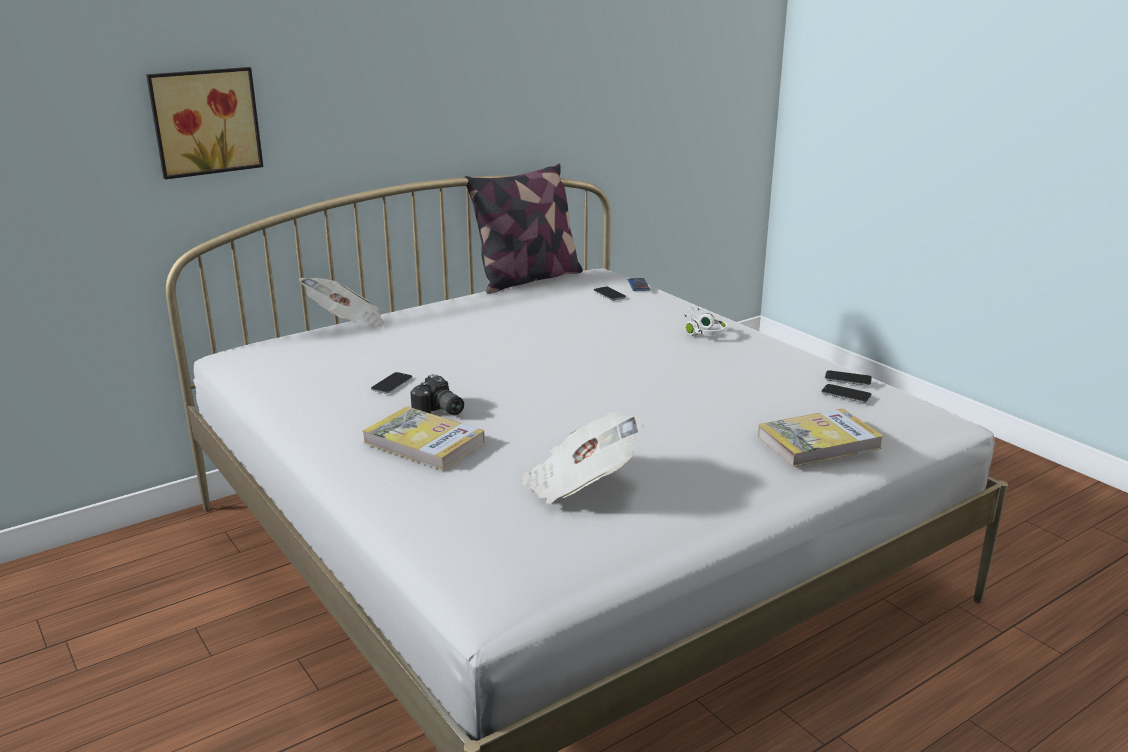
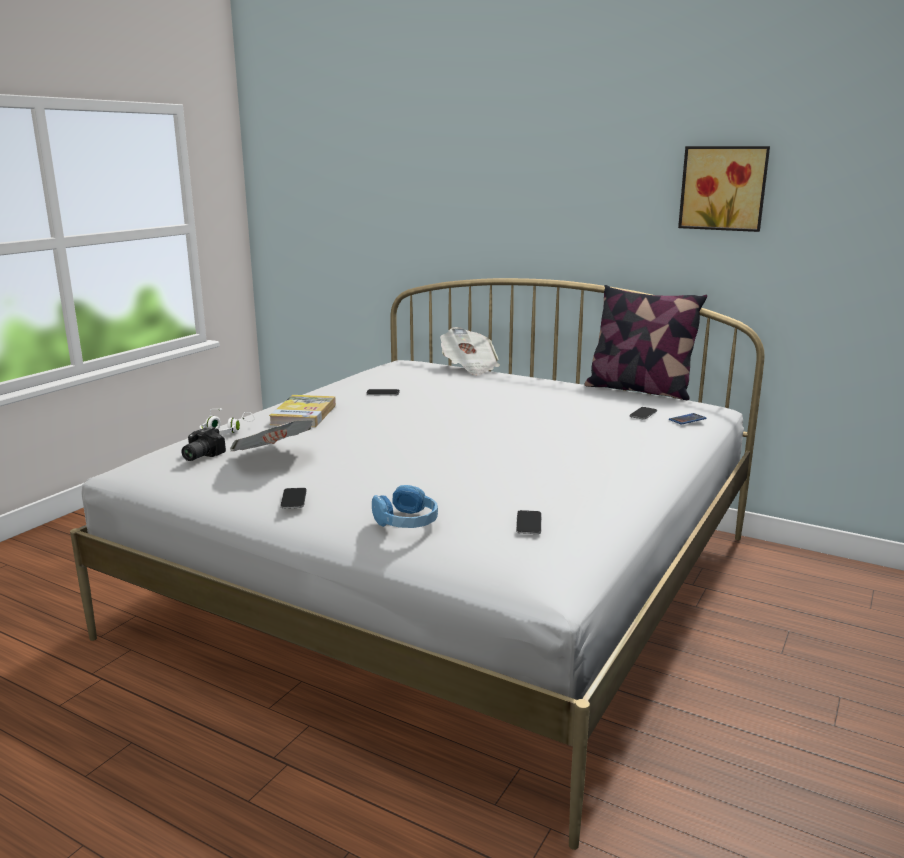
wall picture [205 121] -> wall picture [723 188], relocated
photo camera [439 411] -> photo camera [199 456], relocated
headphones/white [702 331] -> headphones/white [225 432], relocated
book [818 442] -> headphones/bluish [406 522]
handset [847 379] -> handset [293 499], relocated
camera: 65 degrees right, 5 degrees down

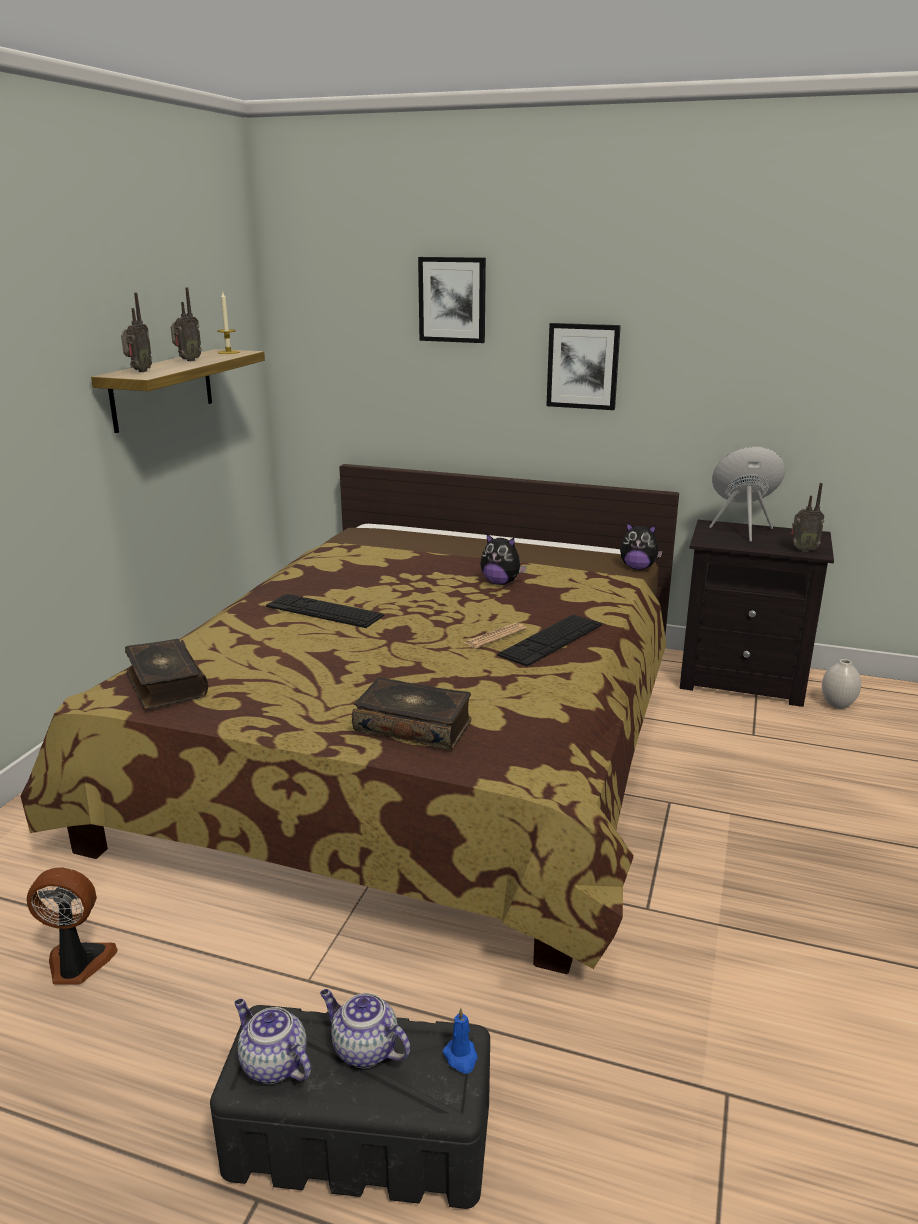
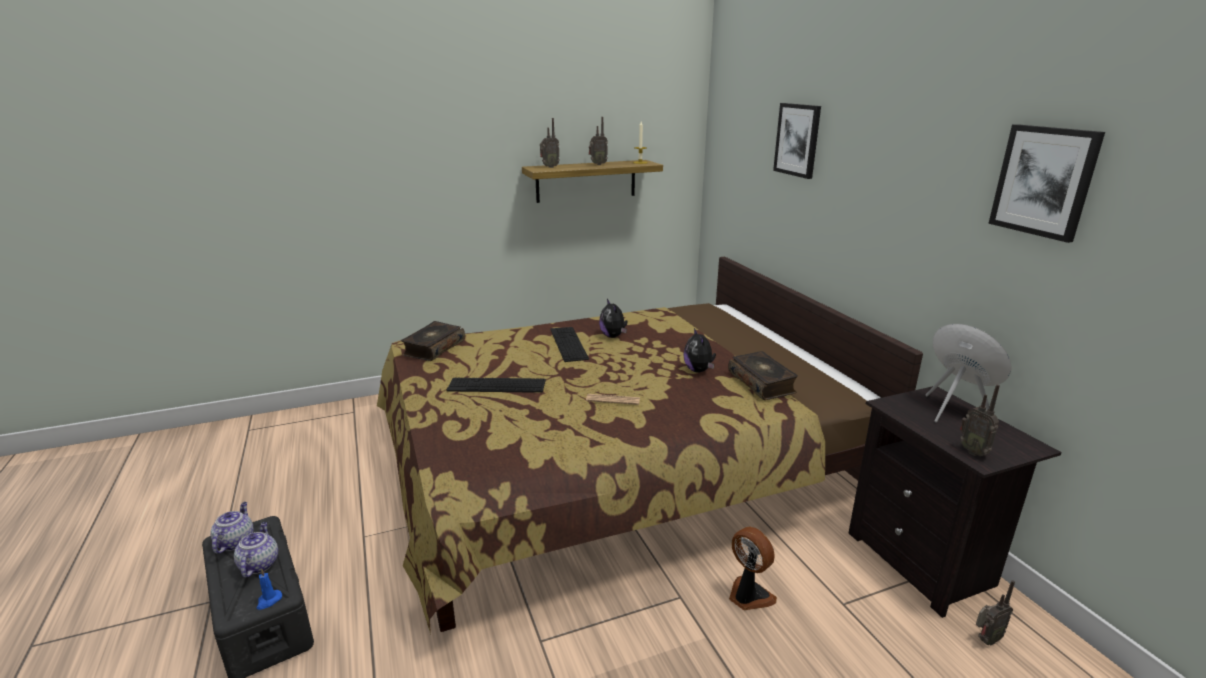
cooling fan [77 964] -> cooling fan [748 596], relocated
book [414 726] -> book [762 383], relocated
keyboard [551 639] -> keyboard [496 385], relocated
wall picture [583 366] -> wall picture [1044 181], relocated
soft toy [638 568] -> soft toy [613 336], relocated
decorative vase/white [837 705] -> radio set [985 640]
camera: 50 degrees right, 0 degrees up

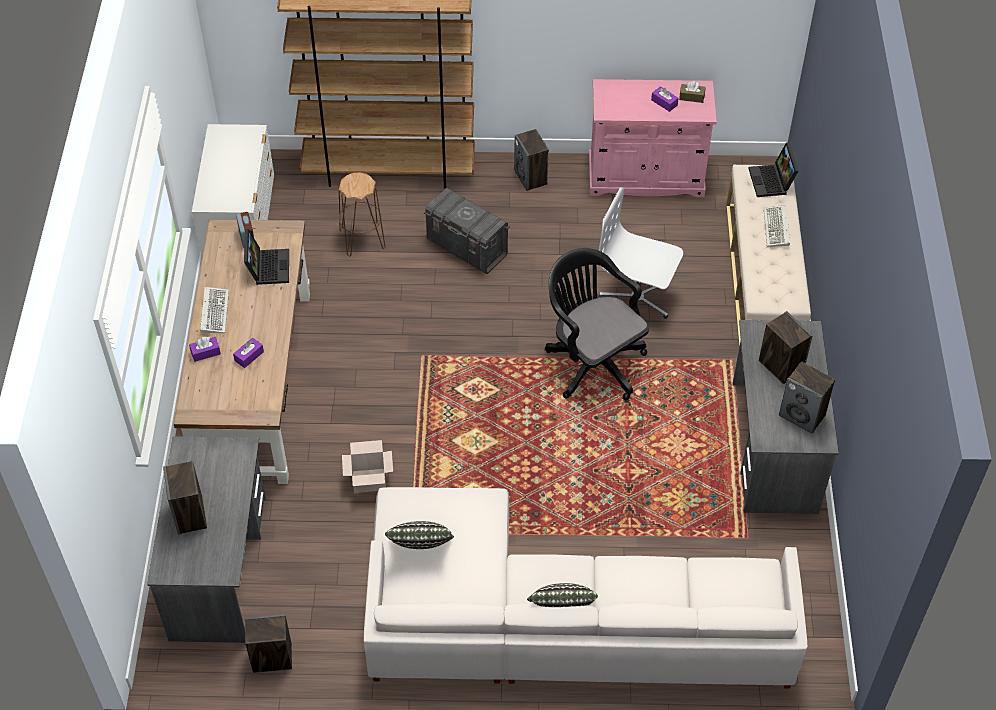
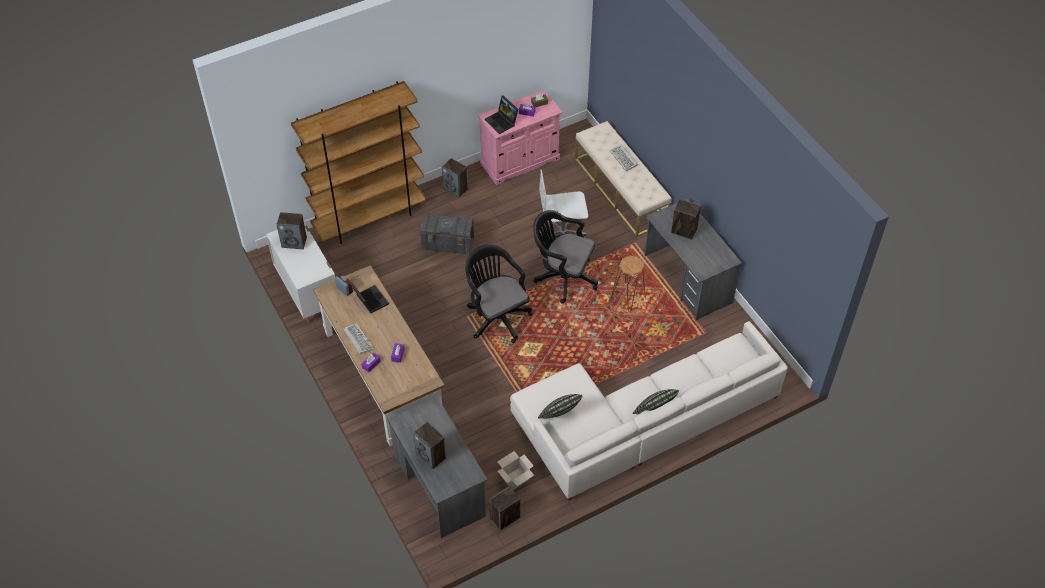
stool/brown-coloured [362 239] -> stool/brown-coloured [628 297], relocated
cardboard box [368 481] -> cardboard box [515 479], relocated
notebook computer [772 182] -> notebook computer [502 122], relocated
loudspeaker [802 415] -> loudspeaker [294 242], relocated
none -> computer chair/black-coloured [496 316]
camera: 30 degrees left, 0 degrees up

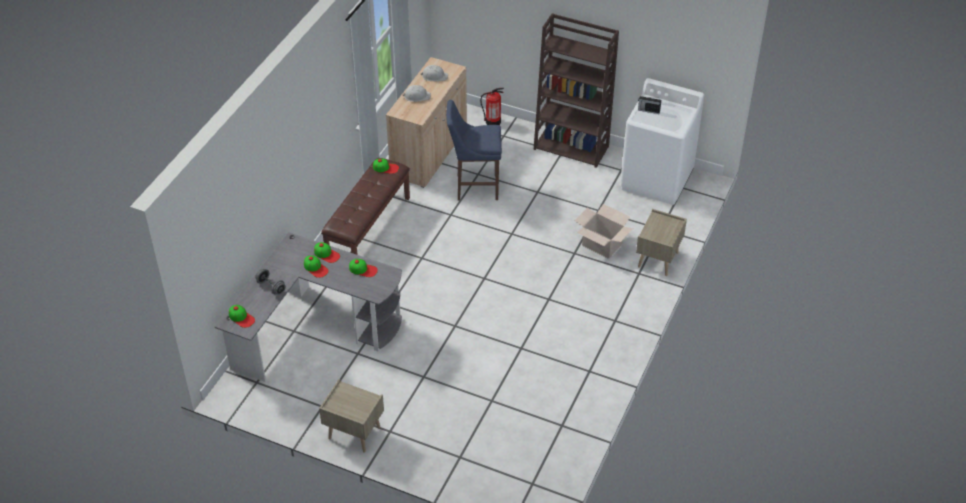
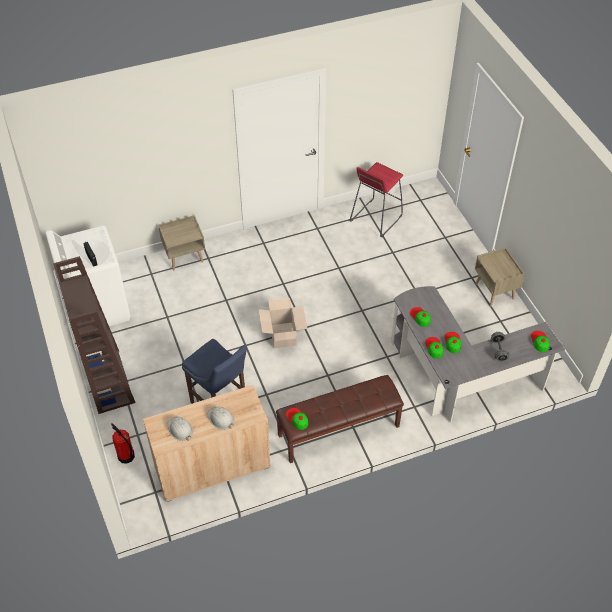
cardboard box [602 245] -> cardboard box [282 335], relocated
none -> stool/reddish [375 218]
camera: 135 degrees left, 5 degrees up

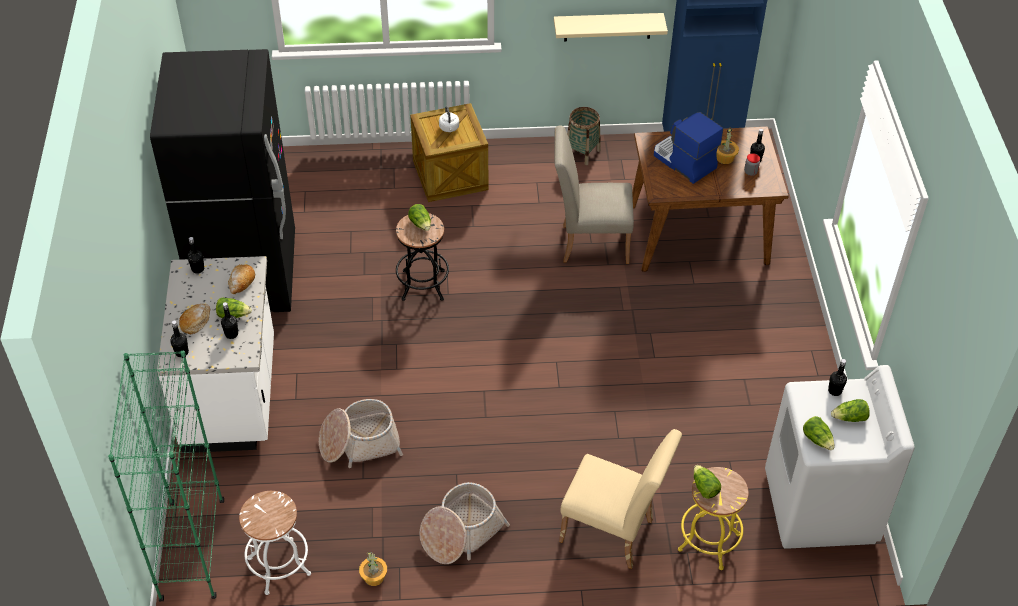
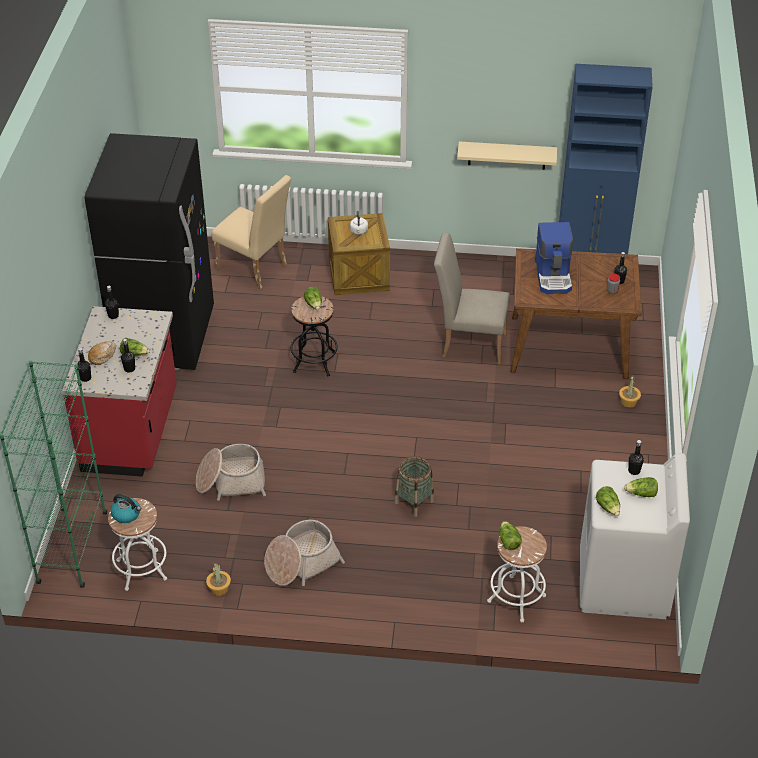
kitchen base unit/white [232 395] -> kitchen base unit/reddish [132 431]
bakery bread [241 282] -> none
chair/beige [613 534] -> chair/beige [255 269], relocated
household basket [582 153] -> household basket [414 502], relocated
coffee brewer [683 161] -> coffee brewer [554 276], 150 degrees counterclockwise
stool/yellow-coloured [709 542] -> stool/white [516 598]
houseplant [725 158] -> houseplant [628 402], relocated
none -> kettle [127 514]
camera: 10 degrees right, 5 degrees down

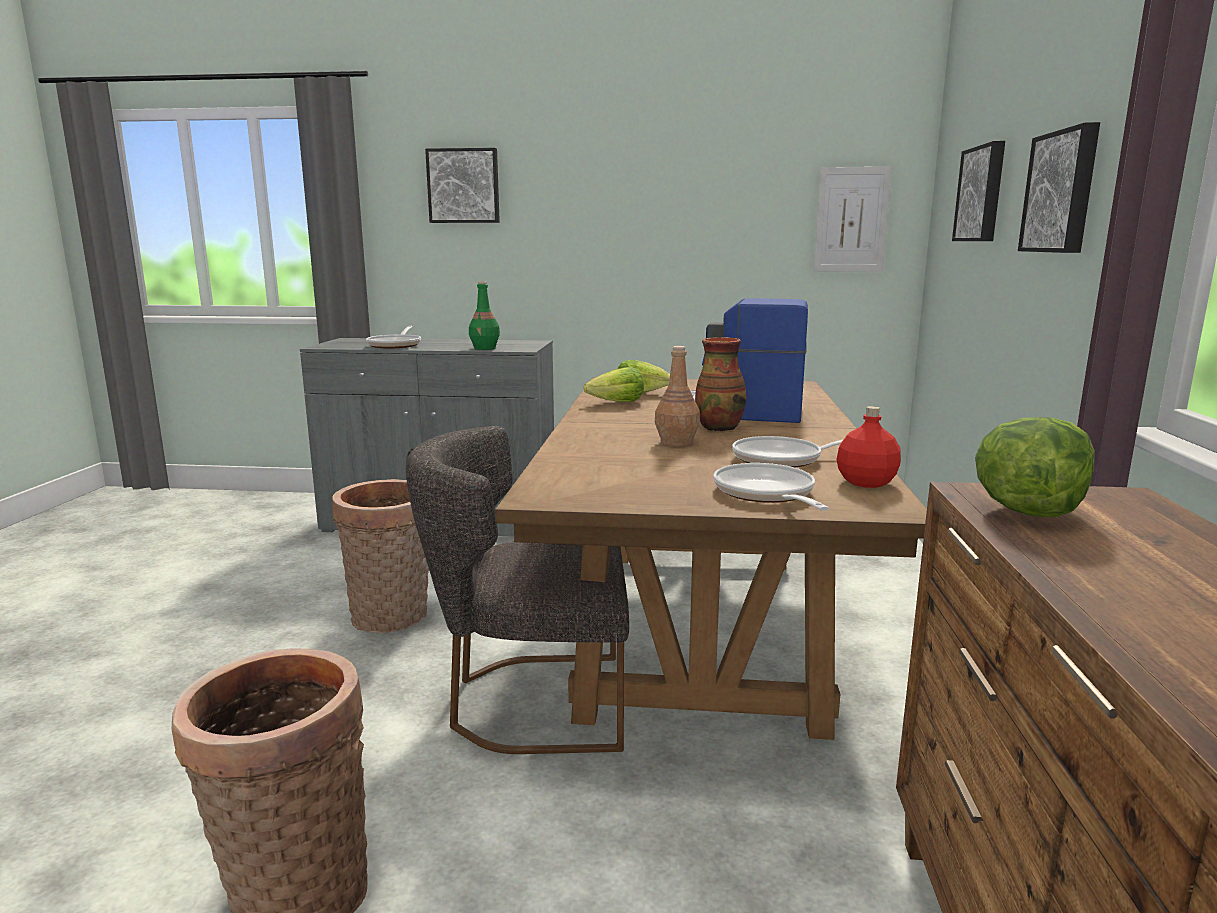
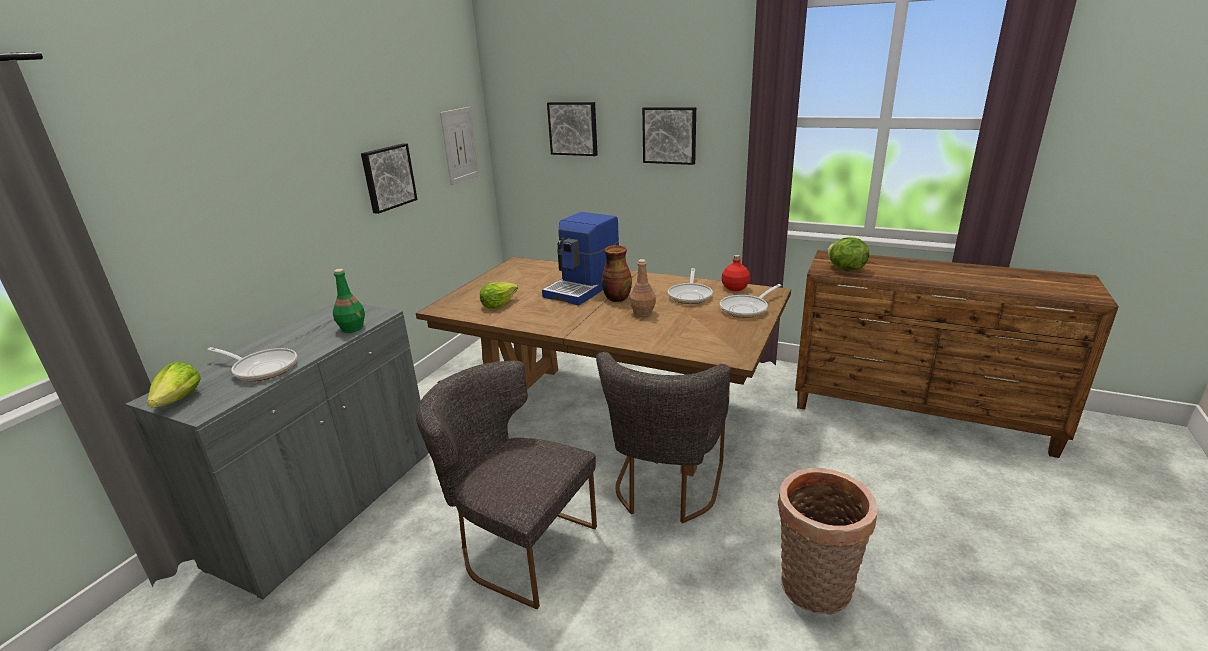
household basket [393 618] -> chair/greyish [518 545]
wall picture [464 186] -> wall picture [388 177], relocated
head of lettuce [617 403] -> head of lettuce [179 400], relocated
pan [766 494] -> pan [746 309], 45 degrees counterclockwise
camera: 70 degrees left, 10 degrees up

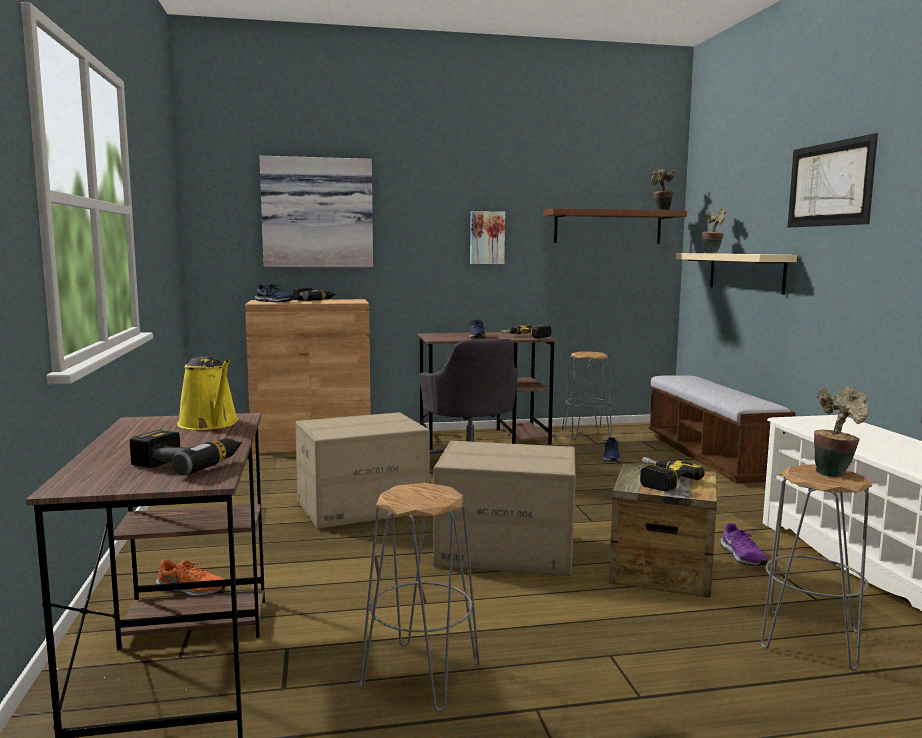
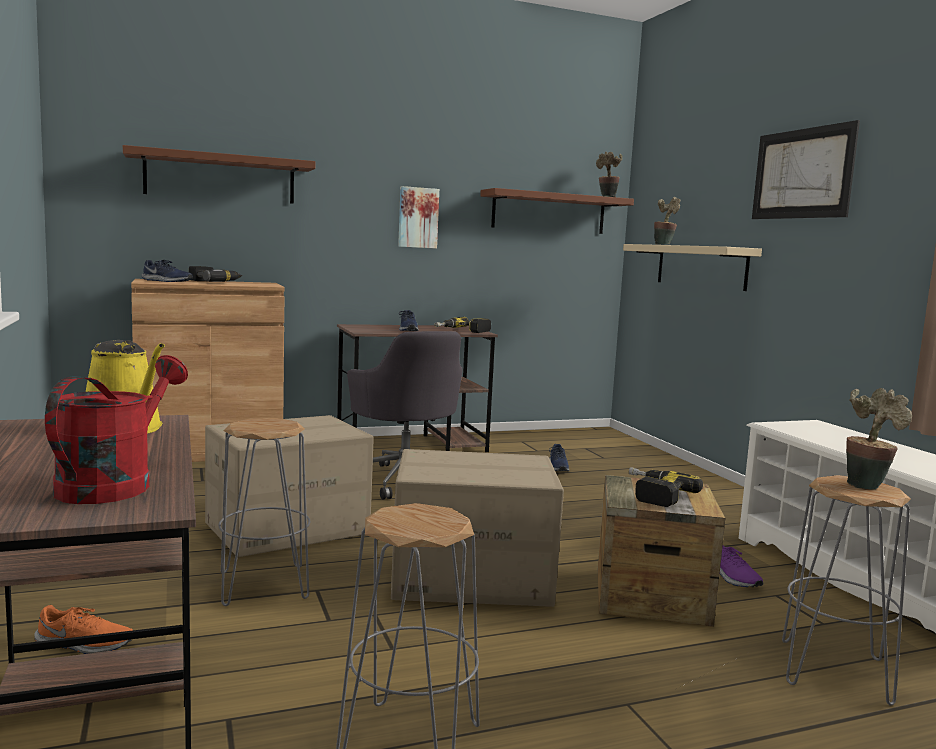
power drill [188 463] -> sprinkling can/reddish [114 483]
wall picture [317 213] -> wall shelf/brown-coloured [220 178]
stool/greyish [587 434] -> stool/greyish [264 585], relocated
long seat [710 456] -> none
camera: 10 degrees left, 0 degrees up

